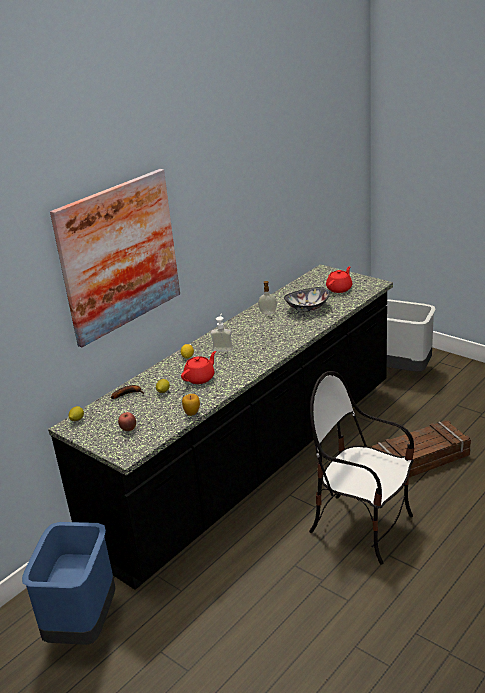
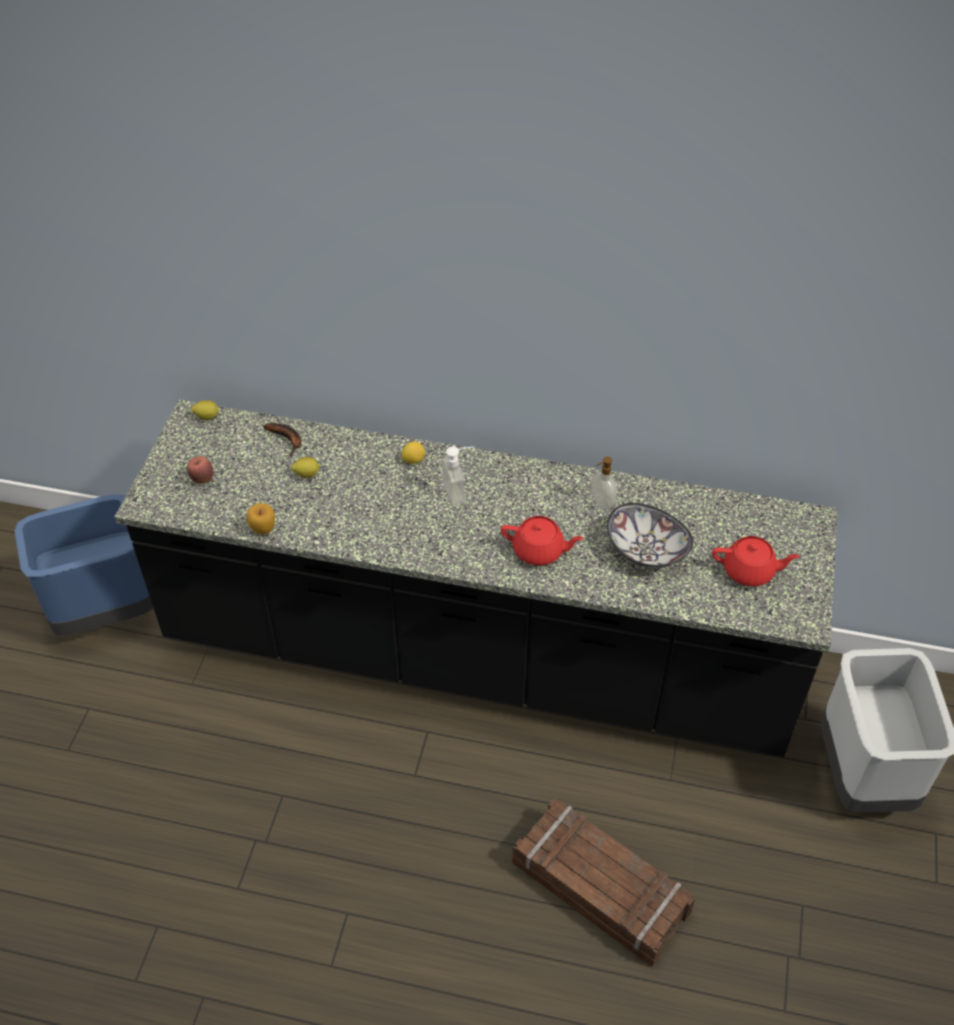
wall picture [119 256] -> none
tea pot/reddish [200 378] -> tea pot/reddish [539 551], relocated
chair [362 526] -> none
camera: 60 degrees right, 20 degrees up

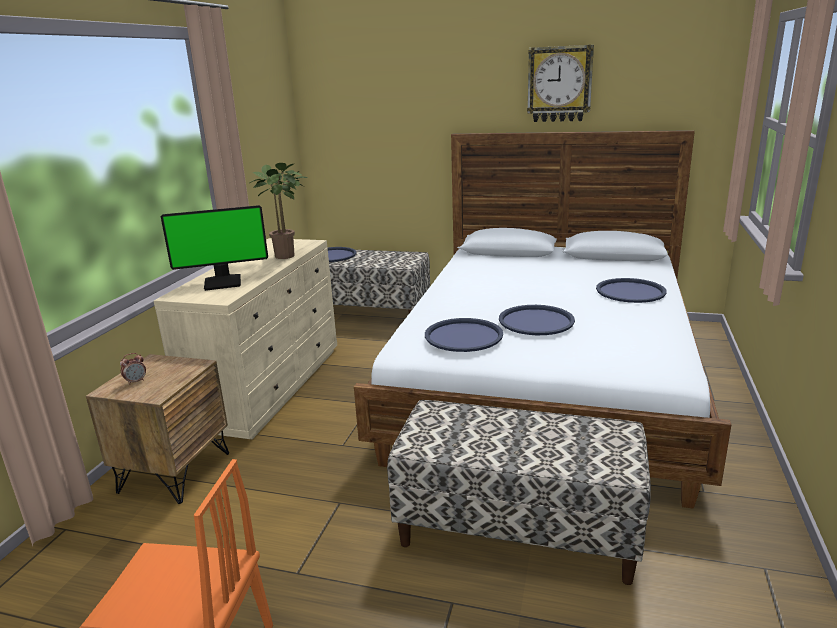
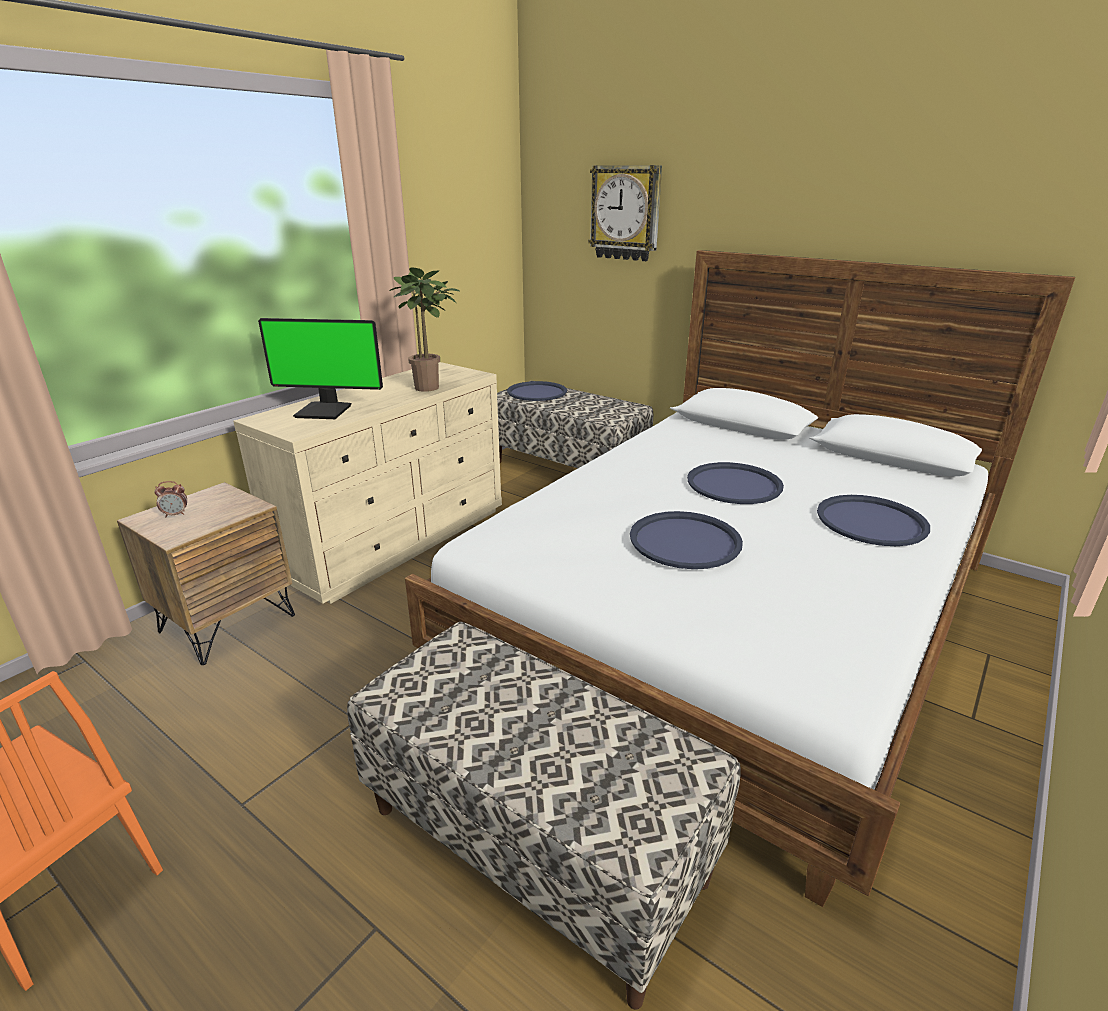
tray/bluish [463 336] -> tray/bluish [734 484], relocated
hanging clock [559 84] -> hanging clock [625 213], relocated
camera: 20 degrees right, 5 degrees up

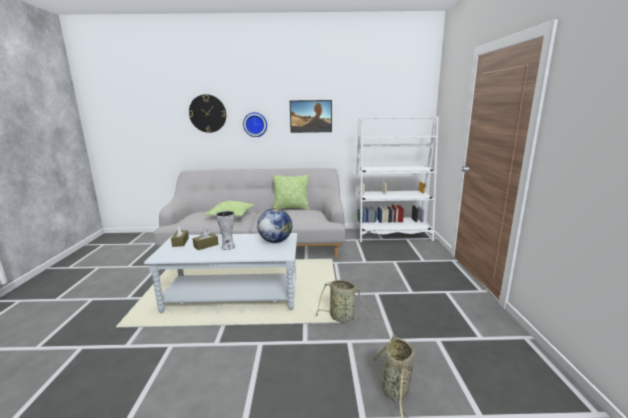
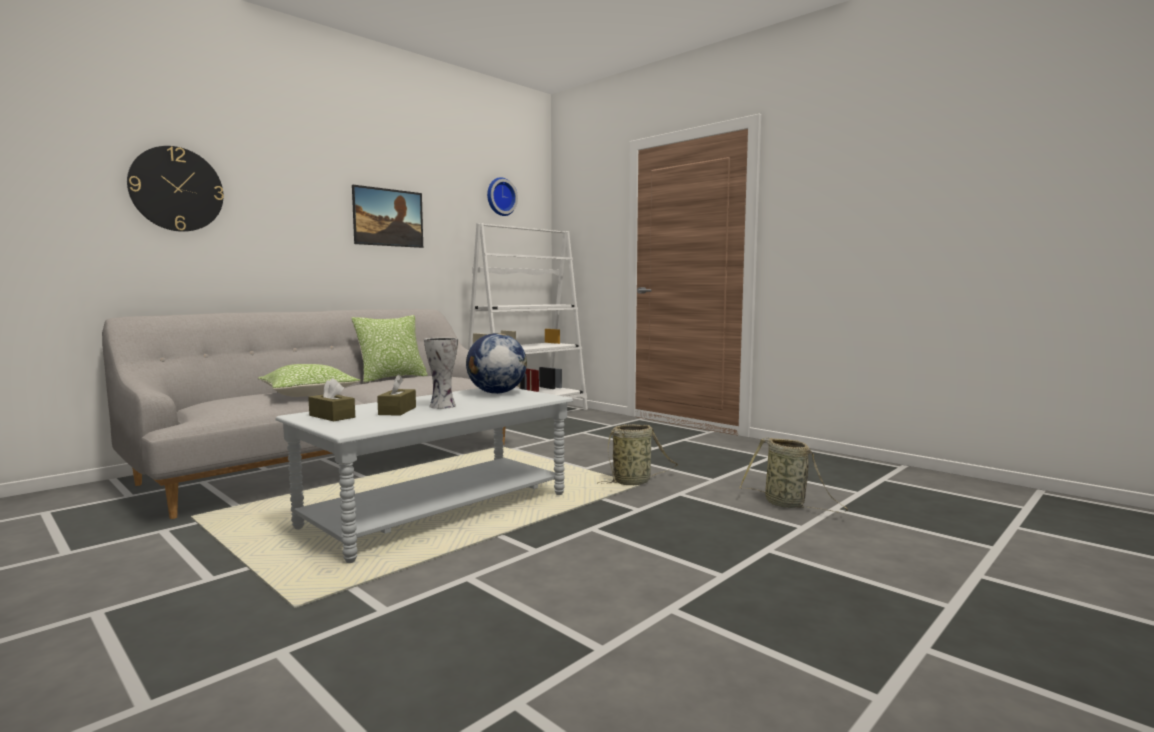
hanging clock [255 124] -> hanging clock [500 197], relocated
camera: 45 degrees left, 10 degrees down

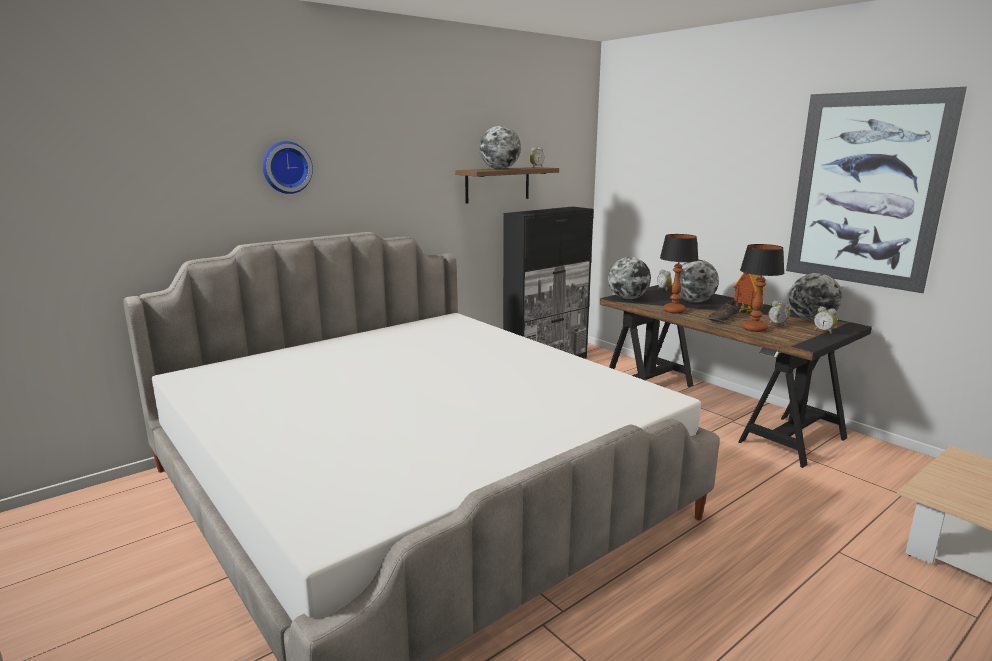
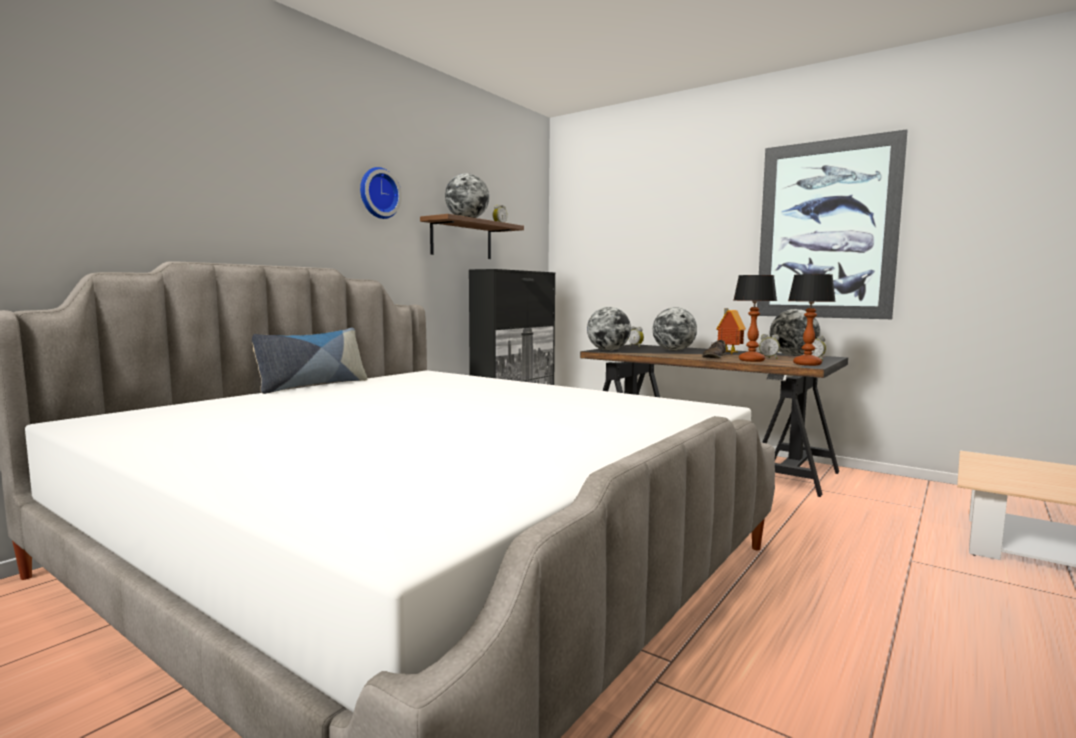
hanging clock [286 167] -> hanging clock [378 193], relocated
table lamp [673 311] -> table lamp [806 364], relocated
none -> pillow [313 385]
camera: 15 degrees left, 10 degrees down

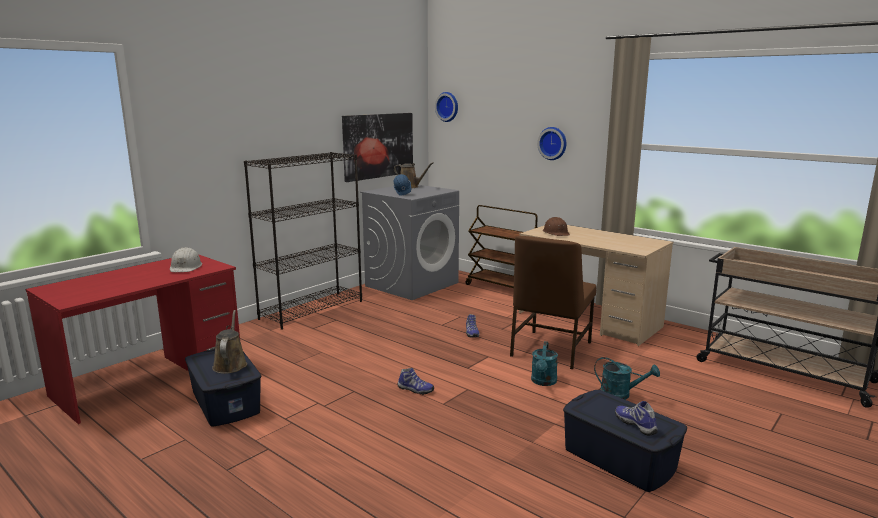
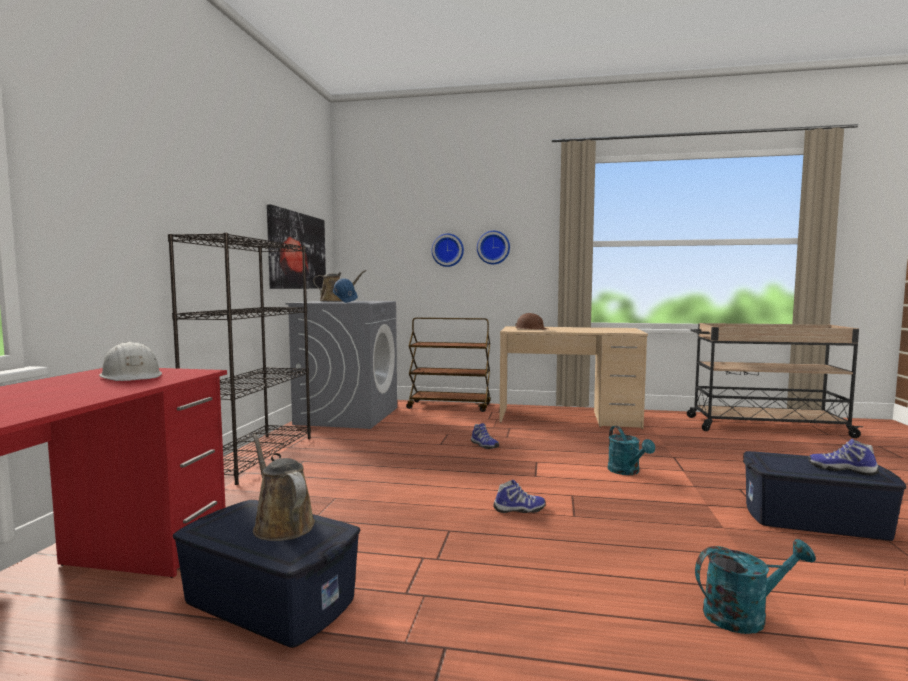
hanging clock [448 106] -> hanging clock [448 250], relocated
chair/brown-coloured [550 349] -> none
sprinkling can/turquoise-coloured [620 395] -> sprinkling can/turquoise-coloured [744 615], relocated
camera: 30 degrees left, 10 degrees down

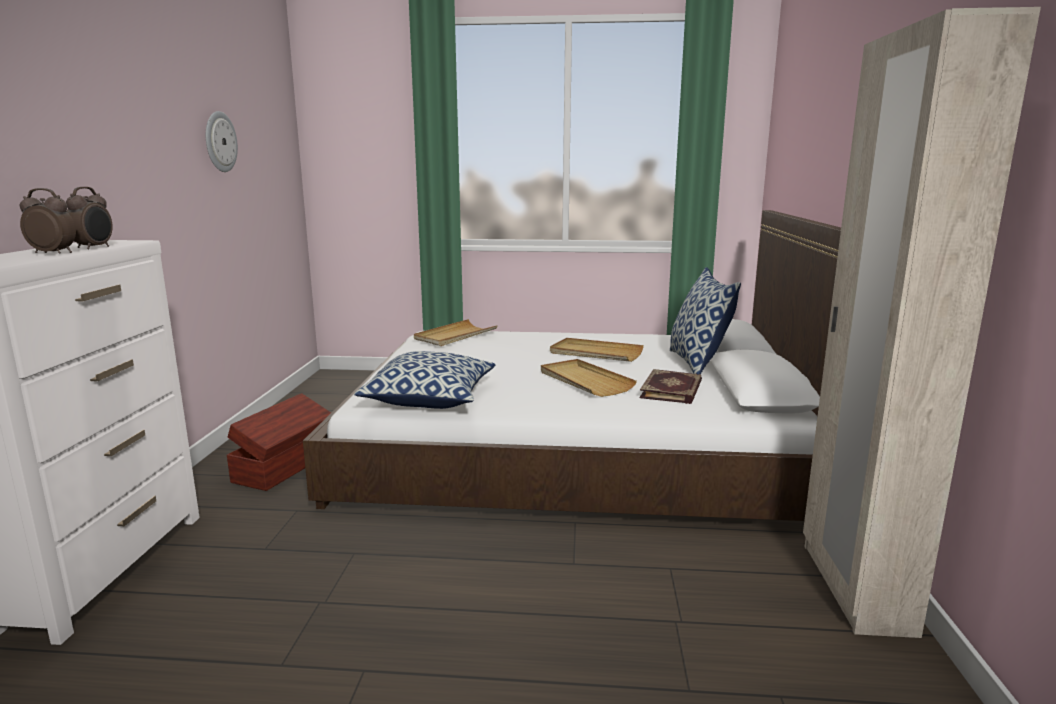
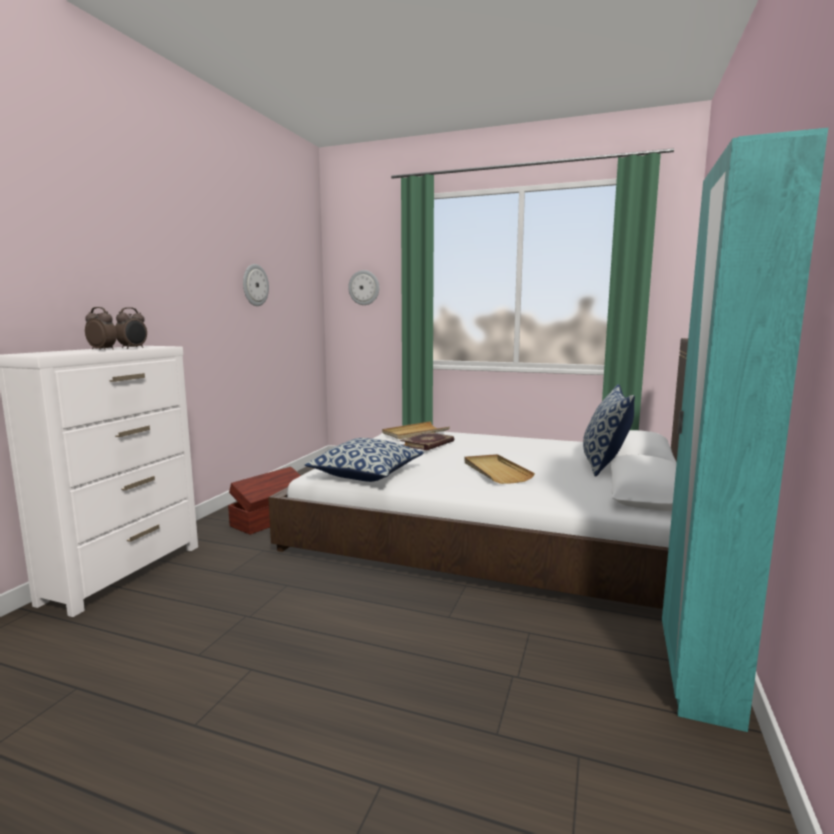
tray/beige [595 353] -> none
book [672 390] -> book [428 444], relocated
wardrobe/beige [854 587] -> wardrobe/turquoise-coloured [697 675]
none -> hanging clock [364 287]
camera: 15 degrees right, 5 degrees down

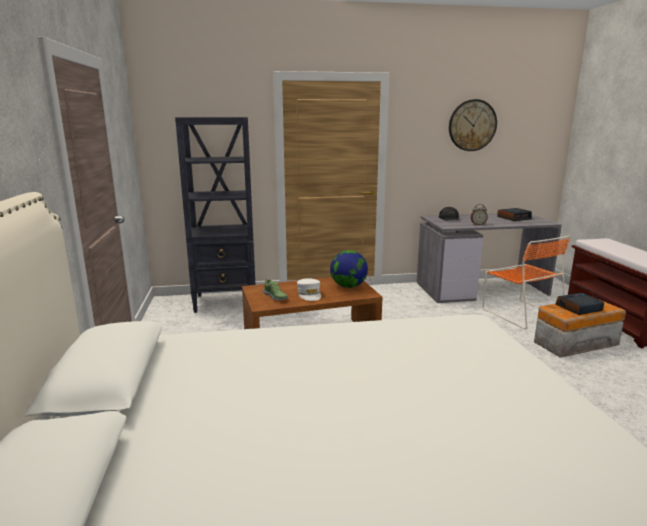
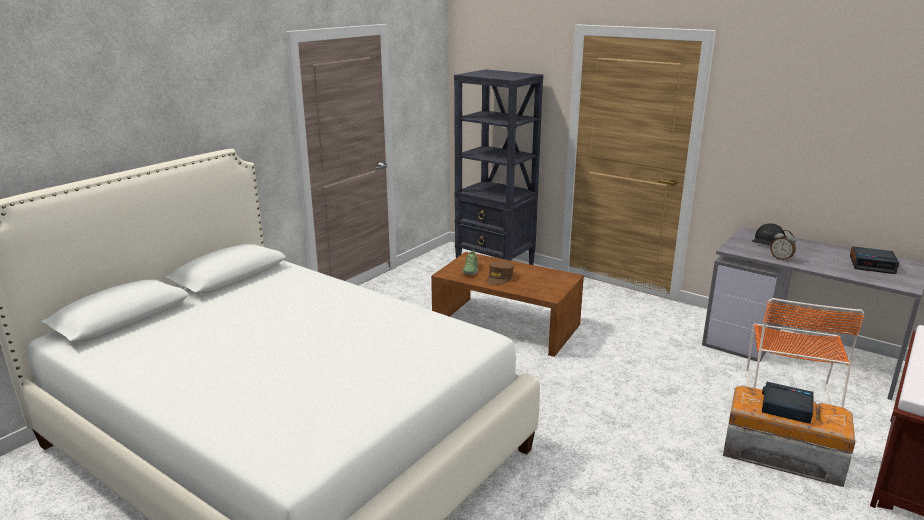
peaked cap/white [309 294] -> peaked cap/brown-coloured [499 278]
globe [348 286] -> none
hanging clock [472 125] -> none
camera: 45 degrees right, 5 degrees up

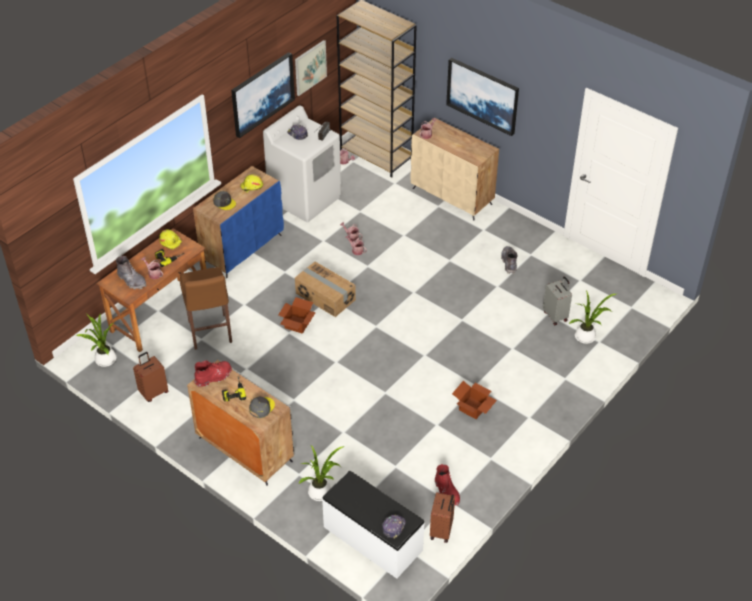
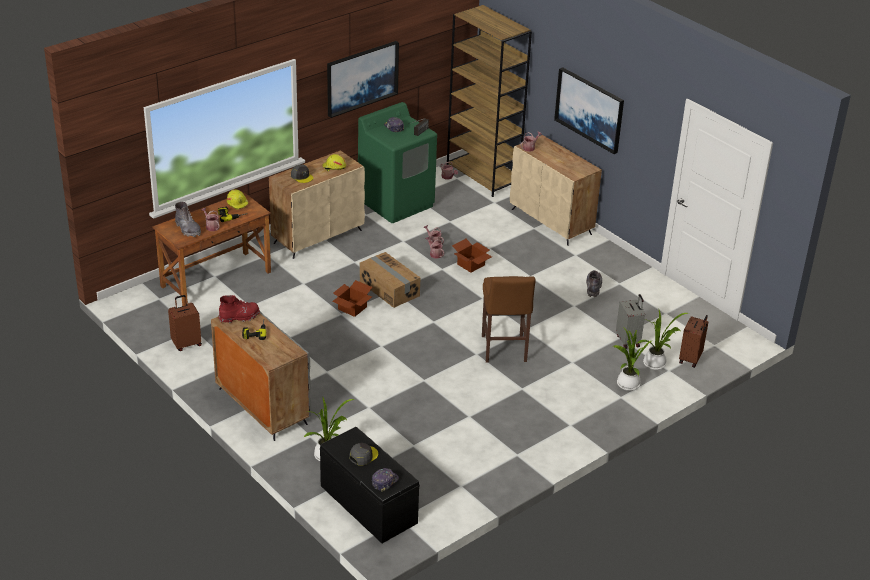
houseplant [104 361] -> houseplant [627 385], relocated
stool/brown-coloured [210 334] -> stool/brown-coloured [504 350], relocated
cabinet/bluish [243 249] -> cabinet/beige [318 236]
peaked cap/greyish [261 407] -> peaked cap/greyish [363 456], relocated
laundry machine/white [305 198] -> laundry machine/green [396 203]
wall picture [310 67] -> none
long seat/white [372 539] -> long seat/black-coloured [367 504]
suitcase/brown-coloured [442 530] -> suitcase/brown-coloured [691 359], relocated
tall boot/reddish [446 492] -> none
cardboard box [473 408] -> cardboard box [471 265], relocated
camera: 10 degrees right, 10 degrees down

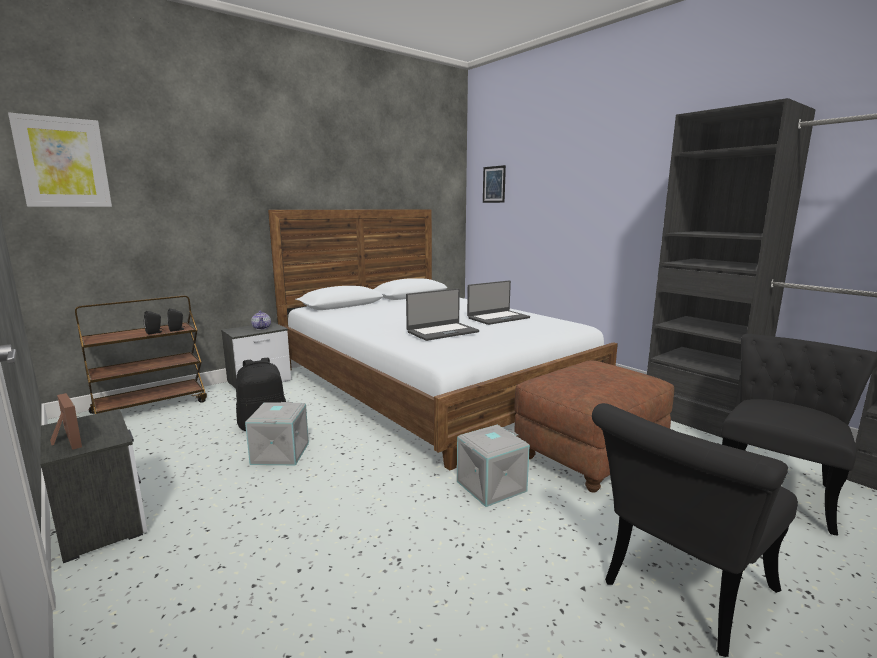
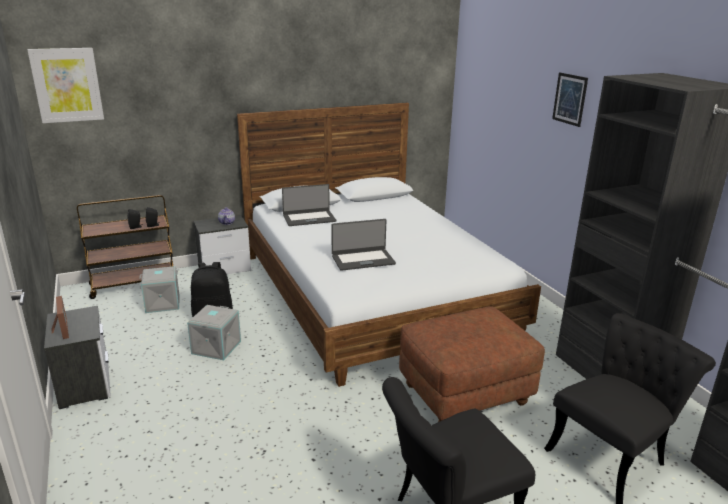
storage container/greyish [491 487] -> storage container/greyish [162 304], relocated
notebook computer [498 318] -> notebook computer [309 218], relocated
wall picture [494 184] -> wall picture [569 99], relocated
camera: 15 degrees right, 10 degrees up

